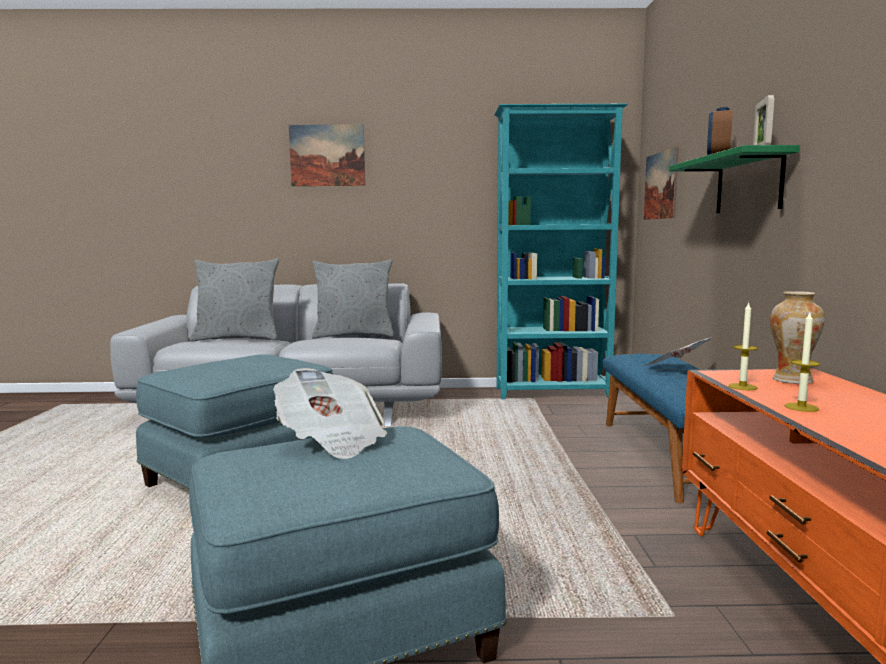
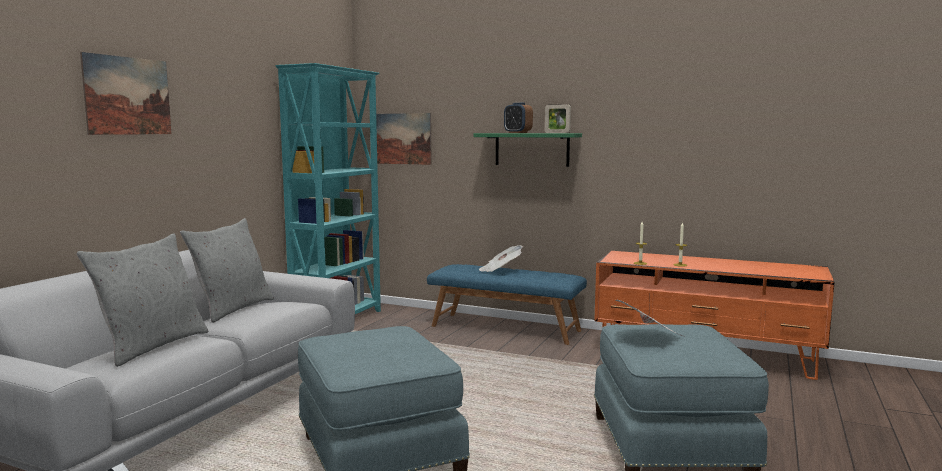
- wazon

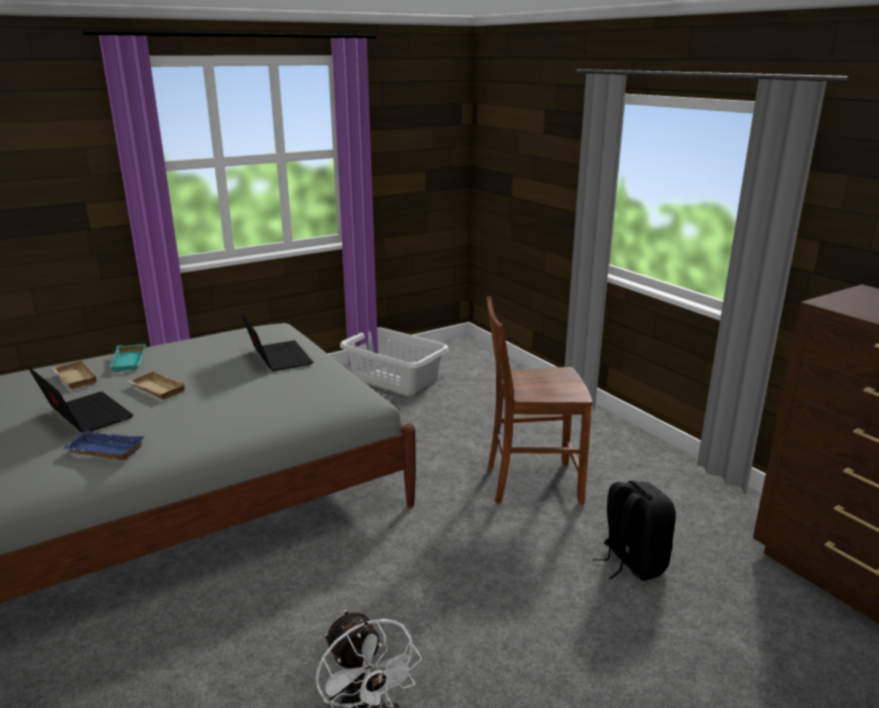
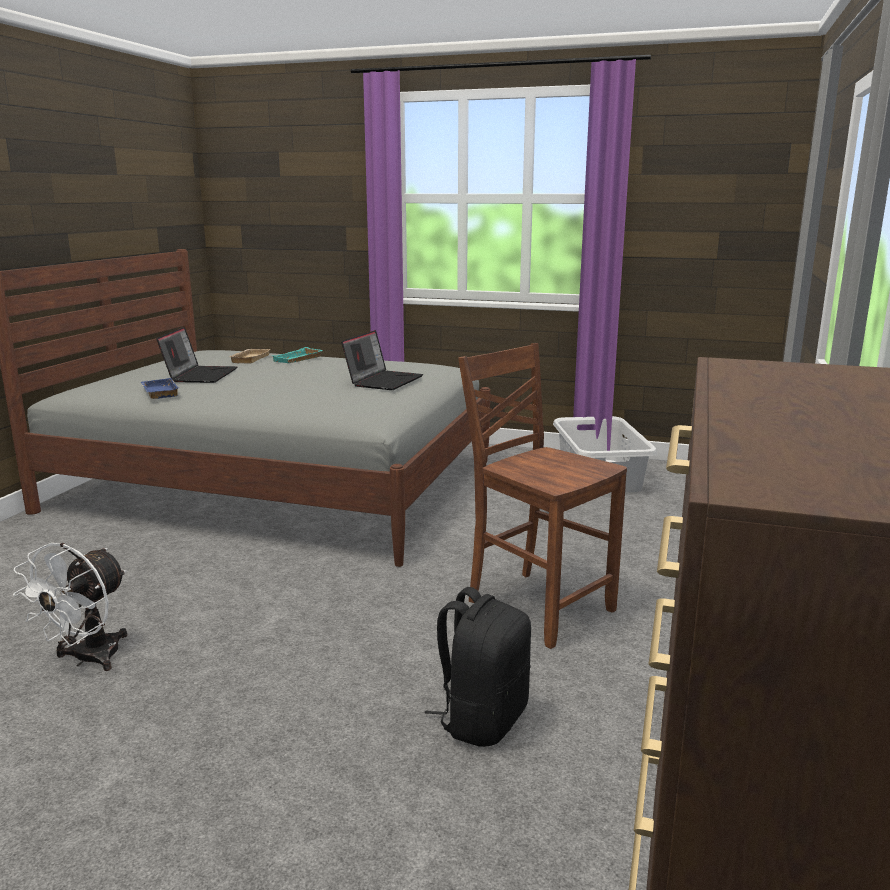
- taca (beżowy) (no. 2 from left)

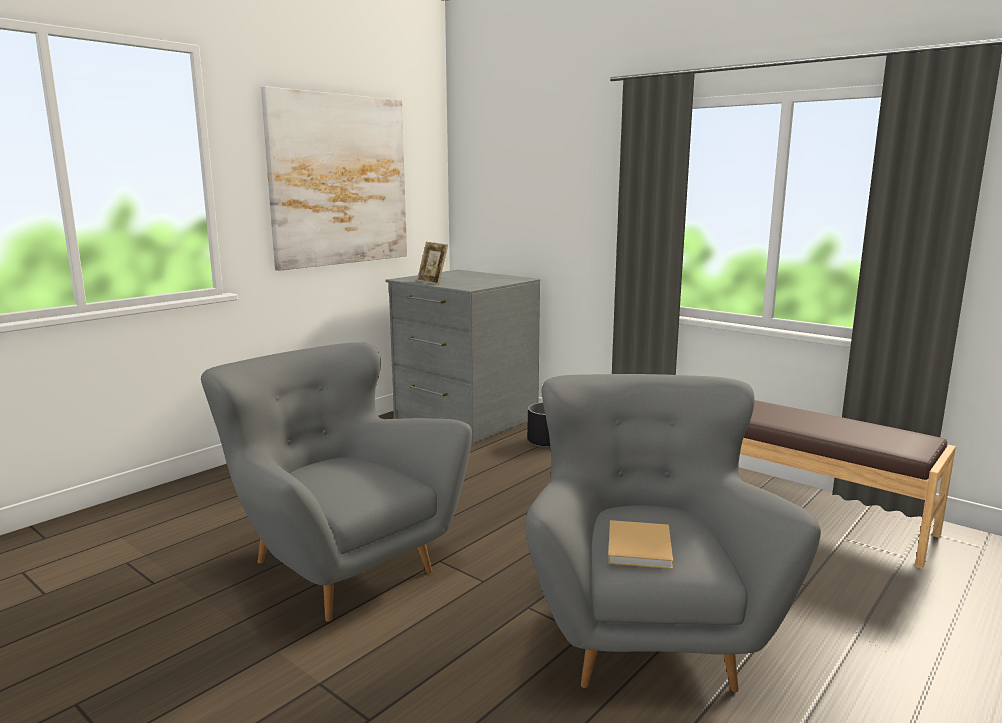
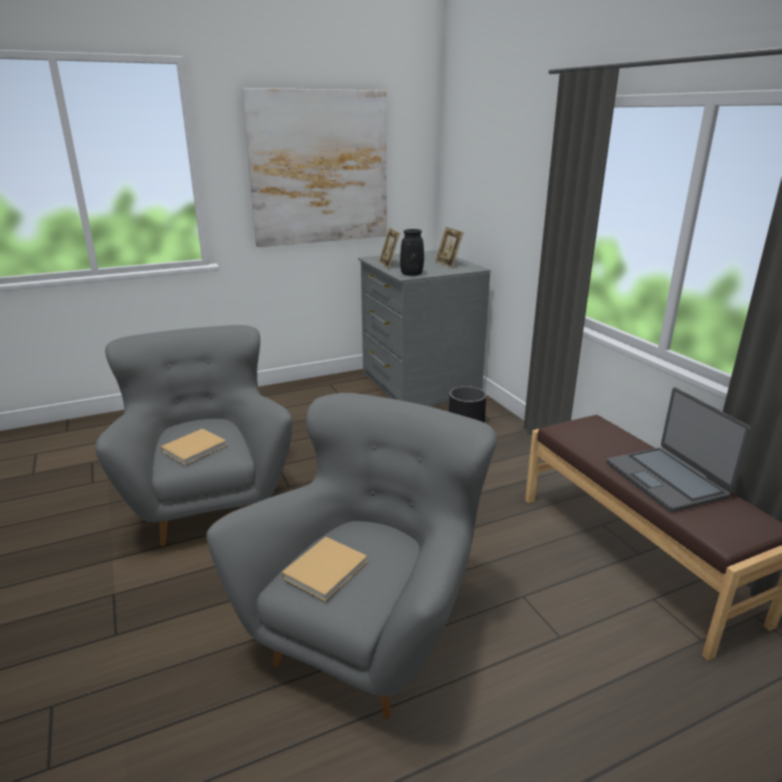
+ ramka na zdjęcie (no. 2 from left)
+ wazon (czarny)
+ laptop
+ książka (beżowy) (no. 1 from left)

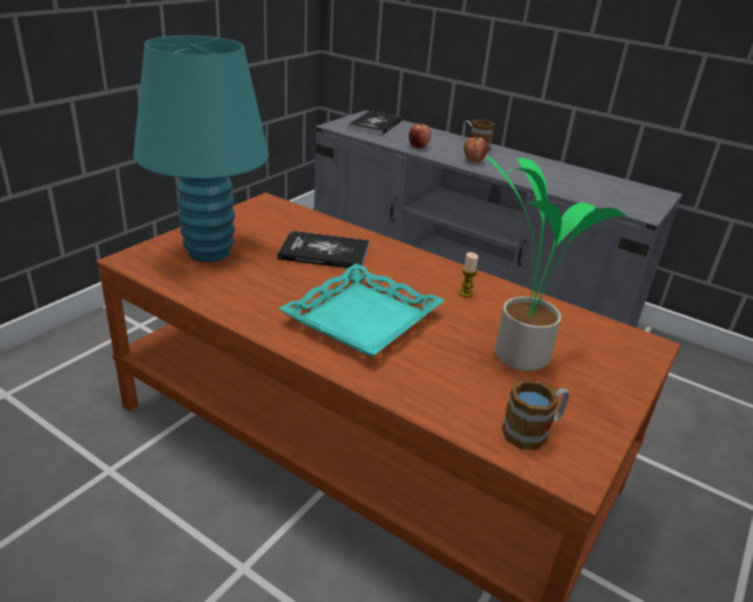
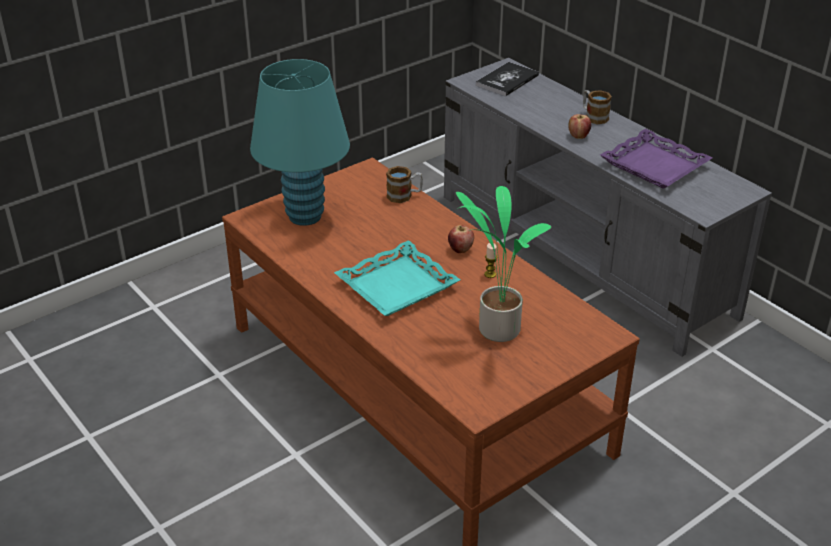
~ jabłko (no. 1 from left)
- książka (no. 1 from left)
~ kubek (no. 2 from left in the first image) to kubek (no. 1 from left)
+ taca (fioletowy)

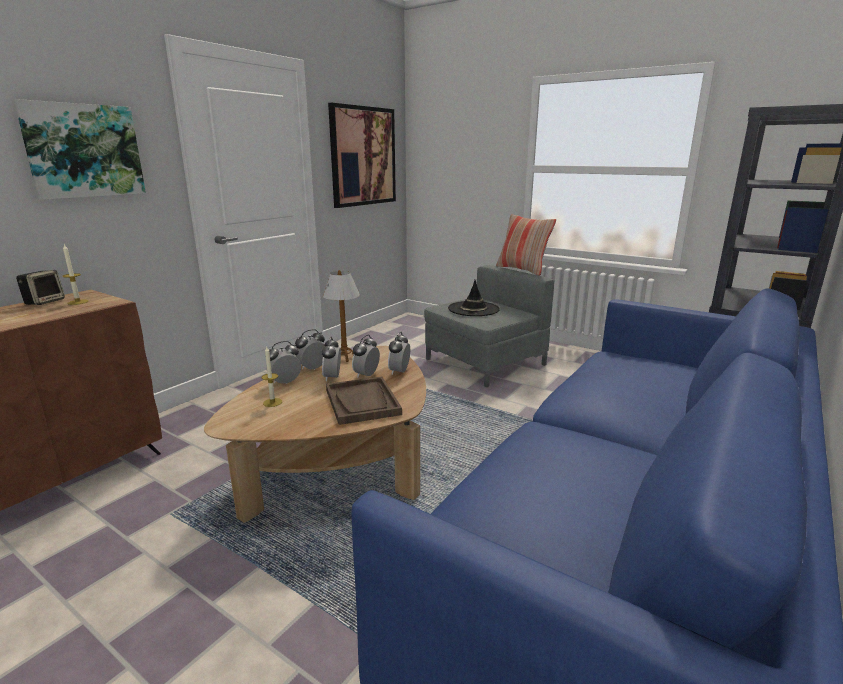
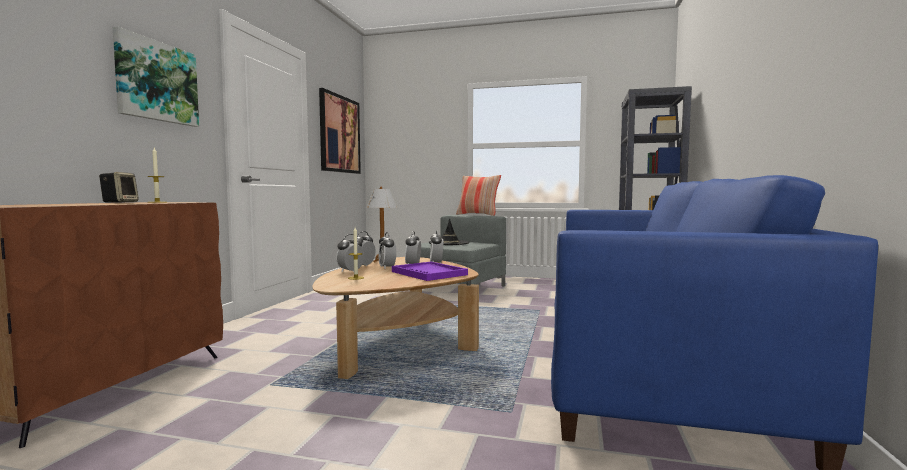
~ taca (brązowy) to taca (fioletowy)

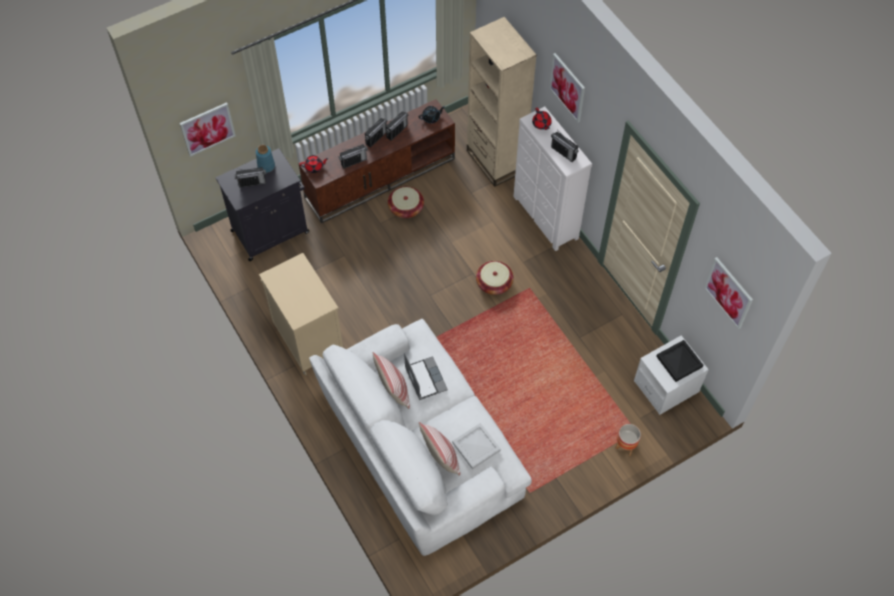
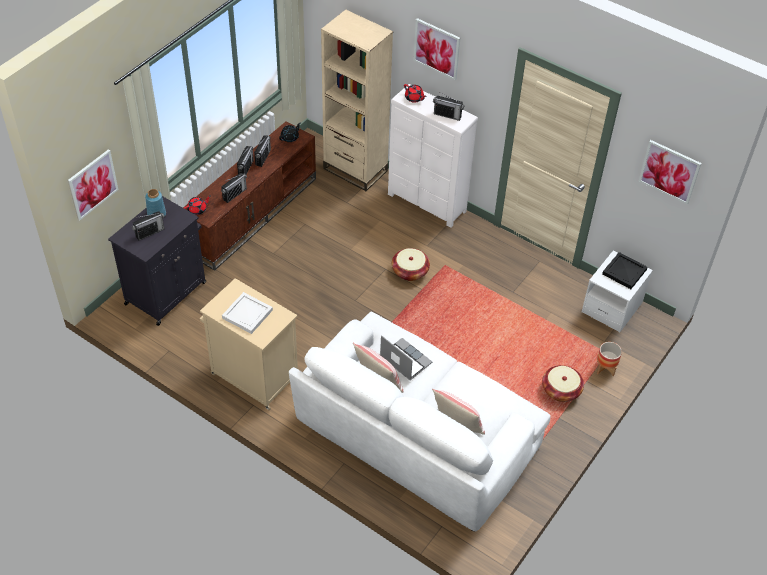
~ koszyk (no. 1 from left in the first image) to koszyk (no. 2 from left)
~ taca (biały)

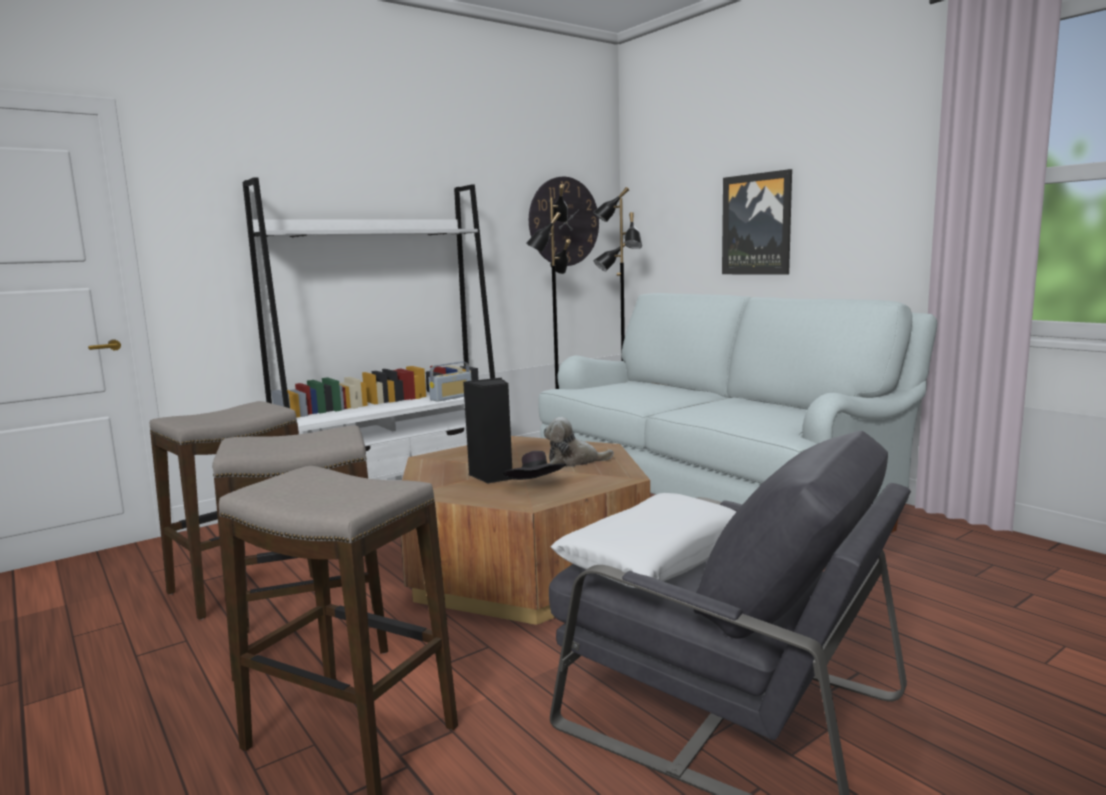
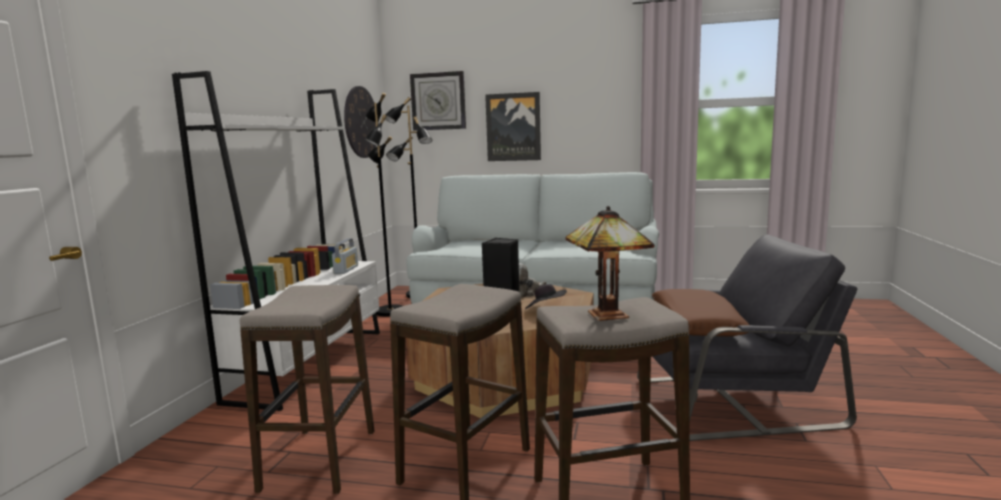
~ poduszka (biały) to poduszka (brązowy)
+ zegar ścienny (no. 2 from left)
+ lampa stołowa

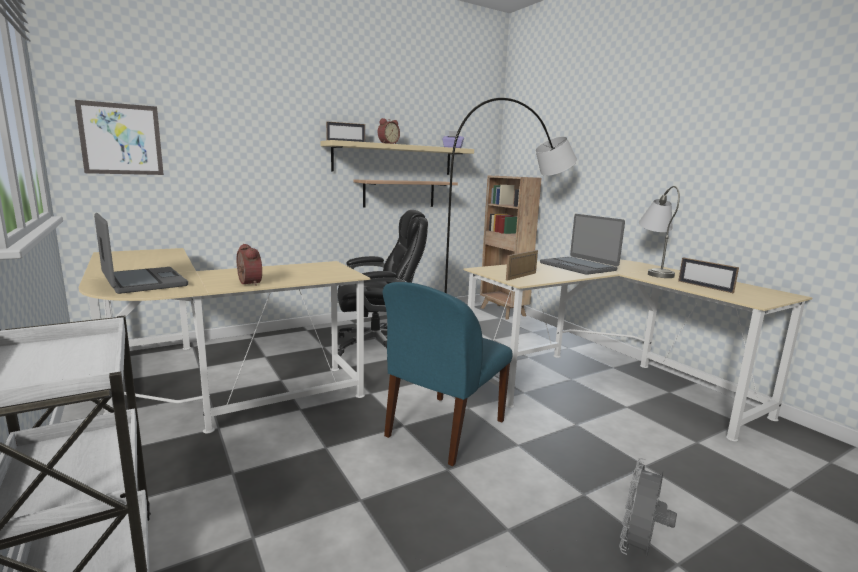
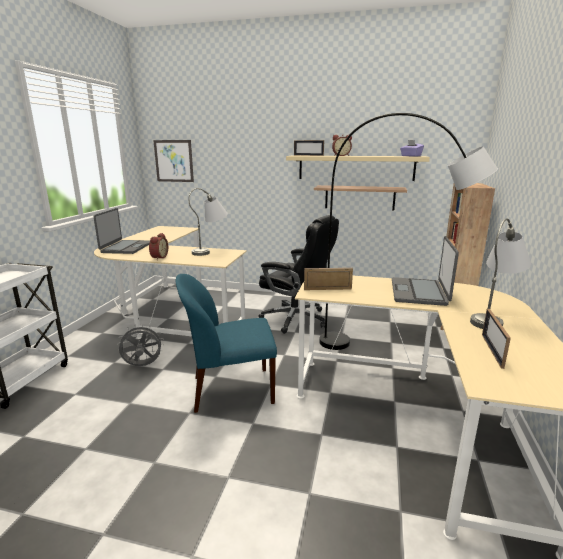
~ wentylator (szary)
+ lampa stołowa (szary) (no. 1 from left)

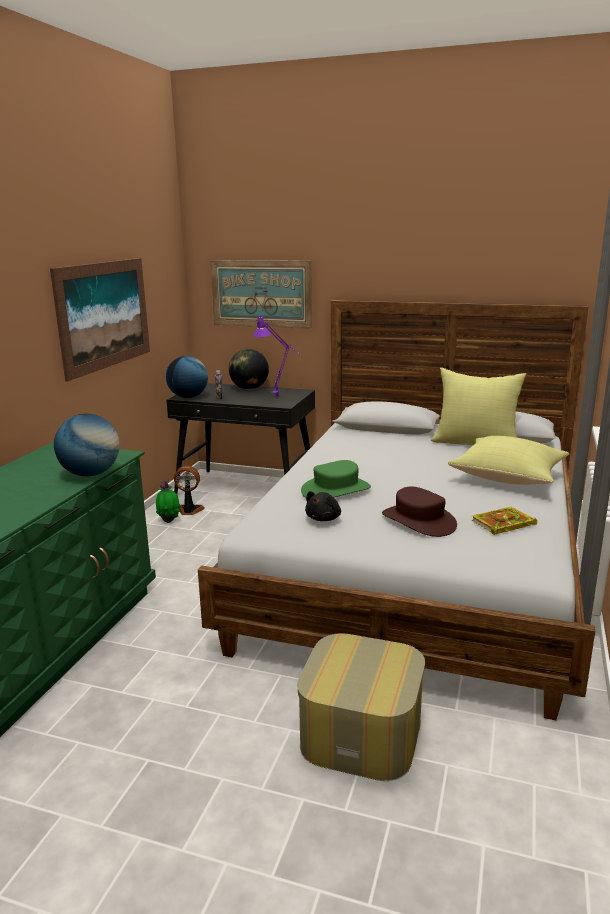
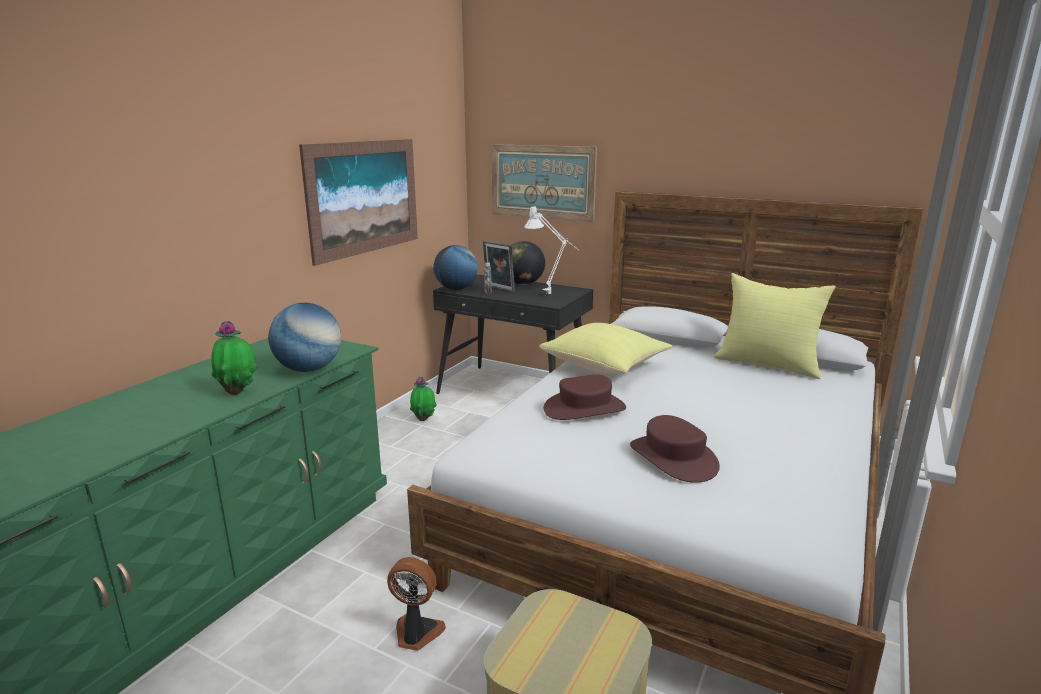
~ lampa stołowa (fioletowy) to lampa stołowa (biały)
~ poduszka (żółty) (no. 2 from left in the first image) to poduszka (żółty) (no. 1 from left)
~ kapelusz (zielony) to kapelusz (brązowy) (no. 1 from left)
~ wentylator
- pluszak (czarny)
- książka
+ ramka na zdjęcie
+ roślina doniczkowa (no. 1 from left)

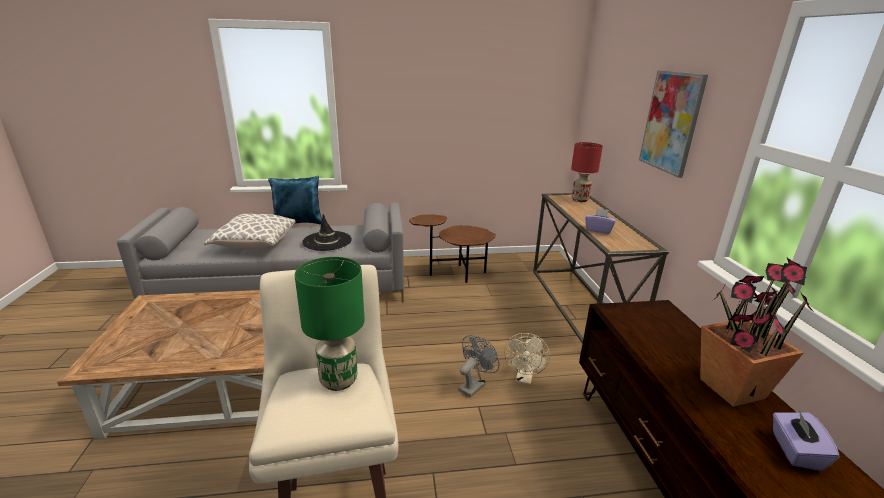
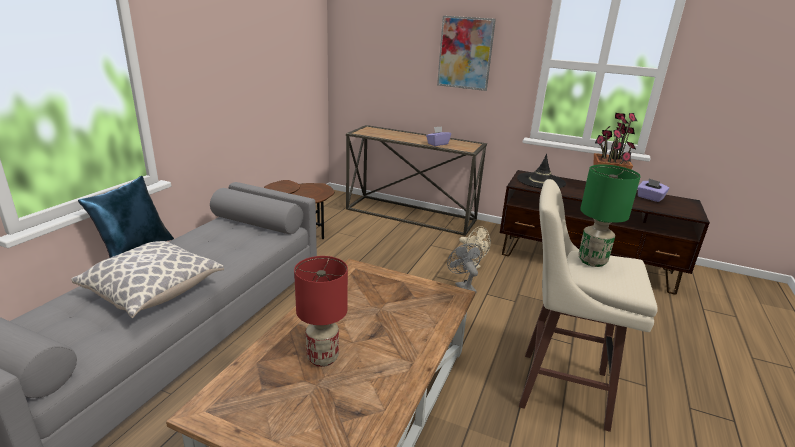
~ lampa stołowa (czerwony)
~ kapelusz (czarny)

